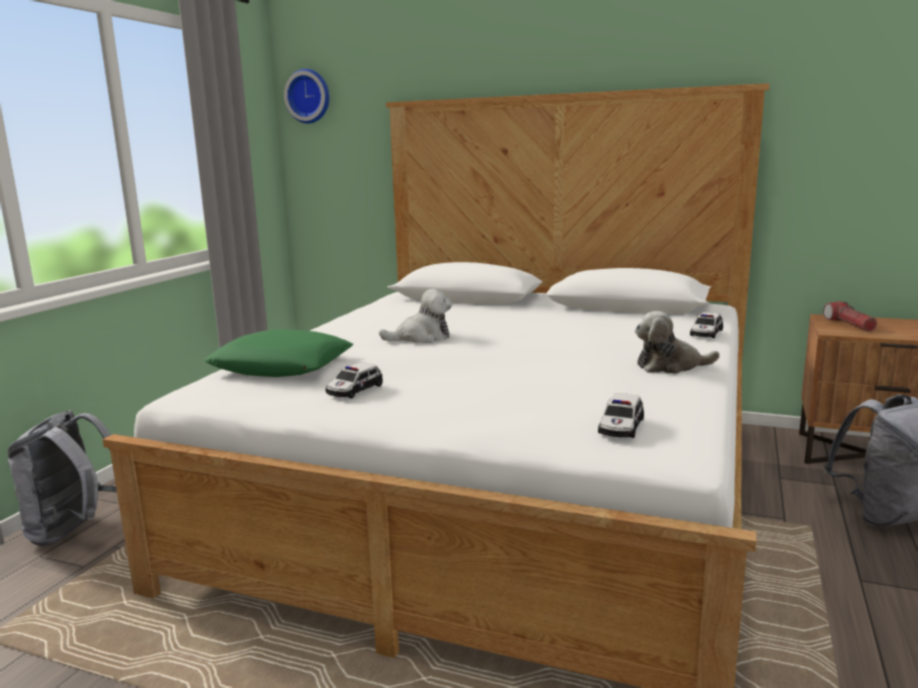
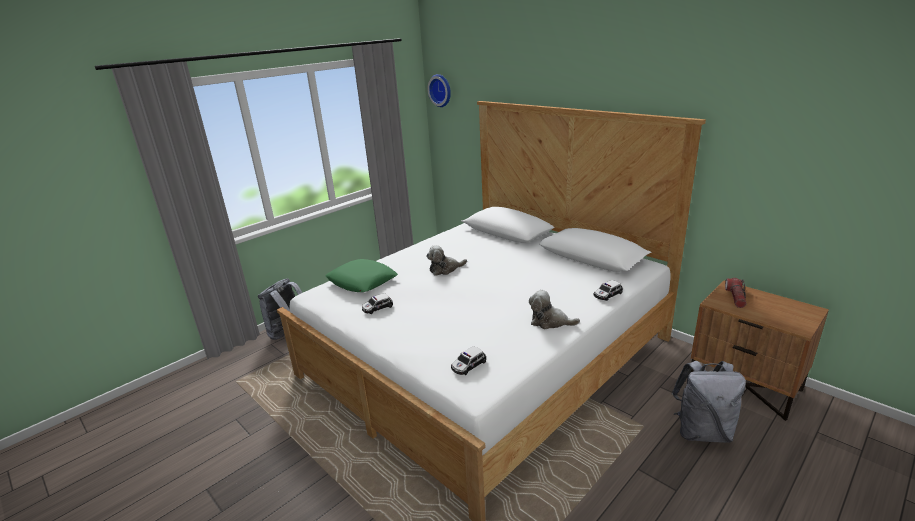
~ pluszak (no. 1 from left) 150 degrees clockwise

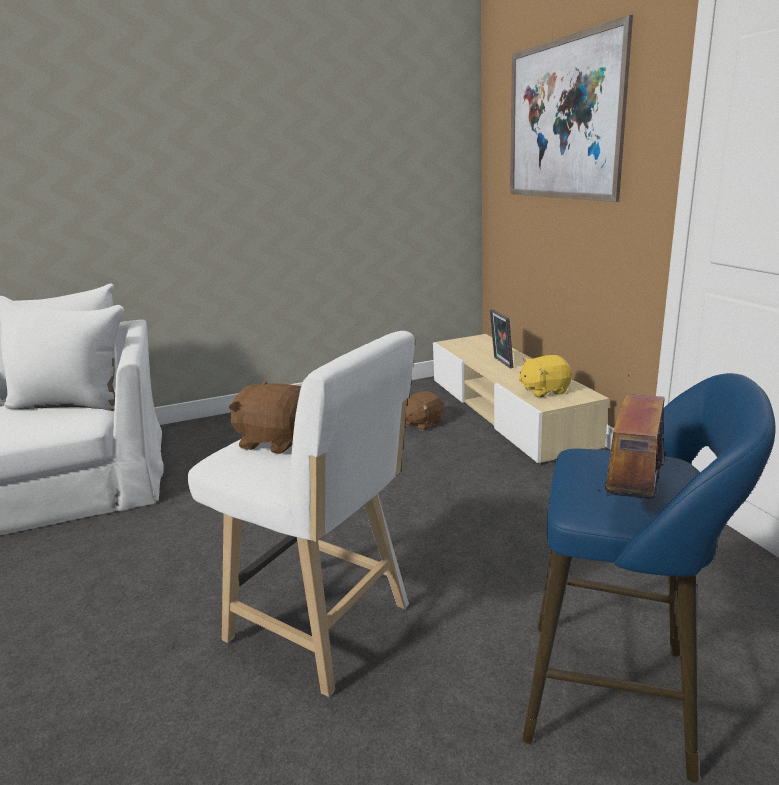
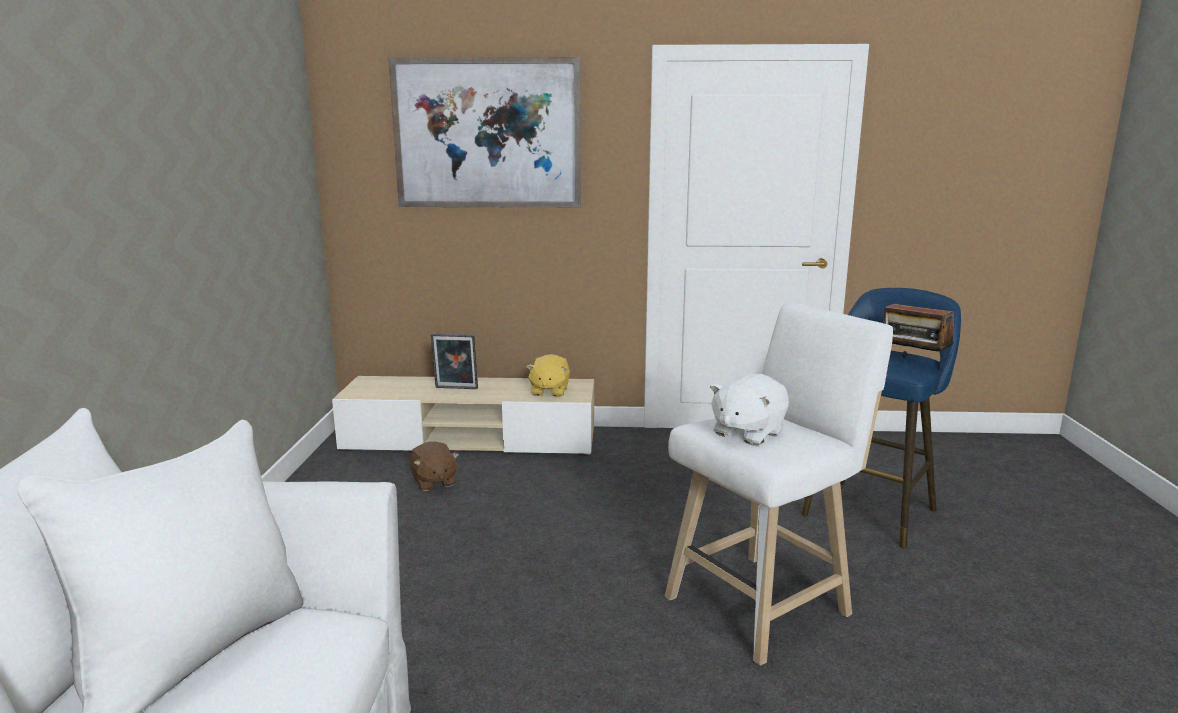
~ pluszak (brązowy) (no. 1 from left) to pluszak (biały)

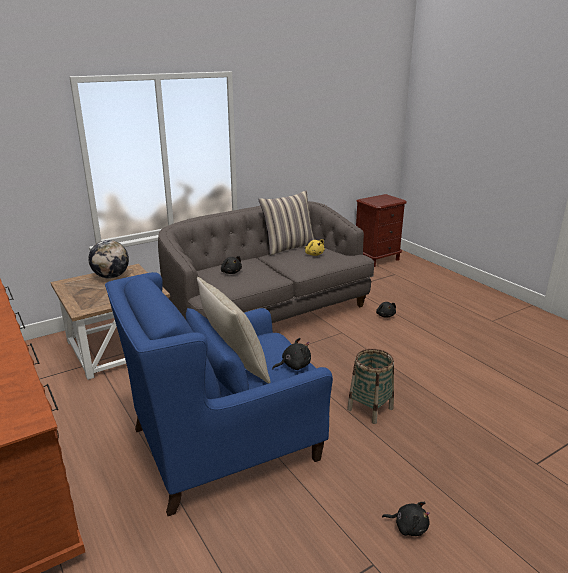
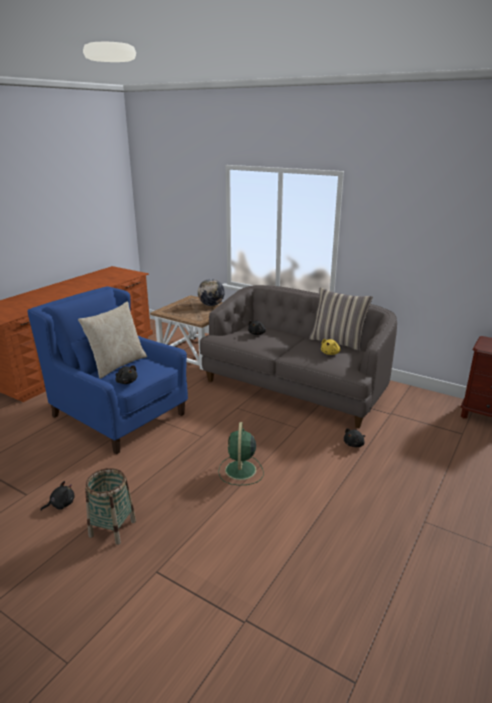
~ koszyk
~ pluszak (czarny) (no. 4 from left in the first image) 120 degrees counterclockwise
+ wentylator (zielony)

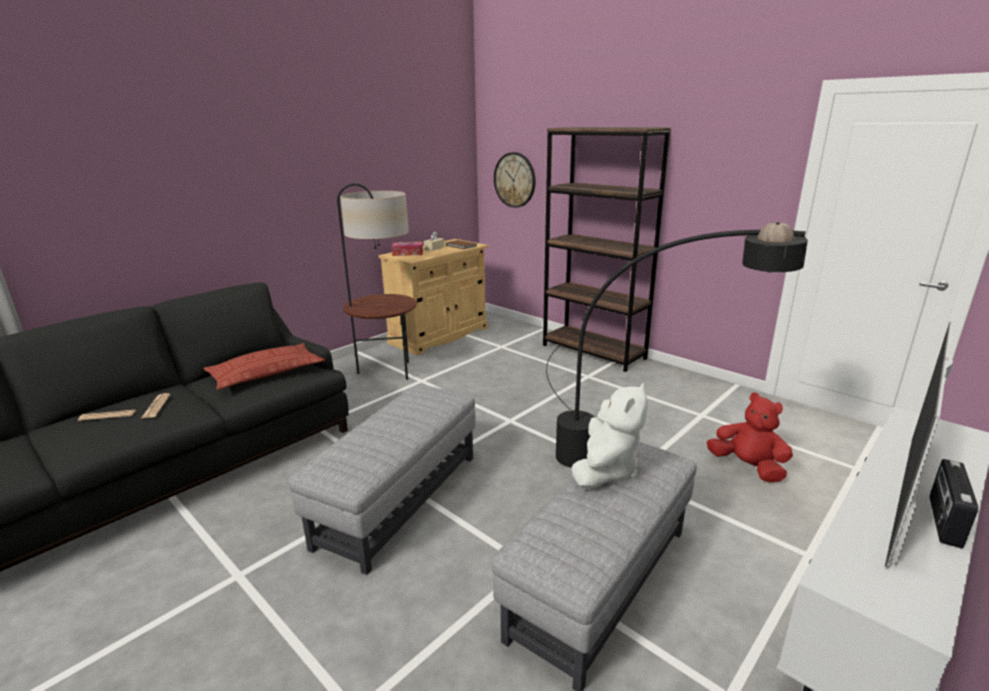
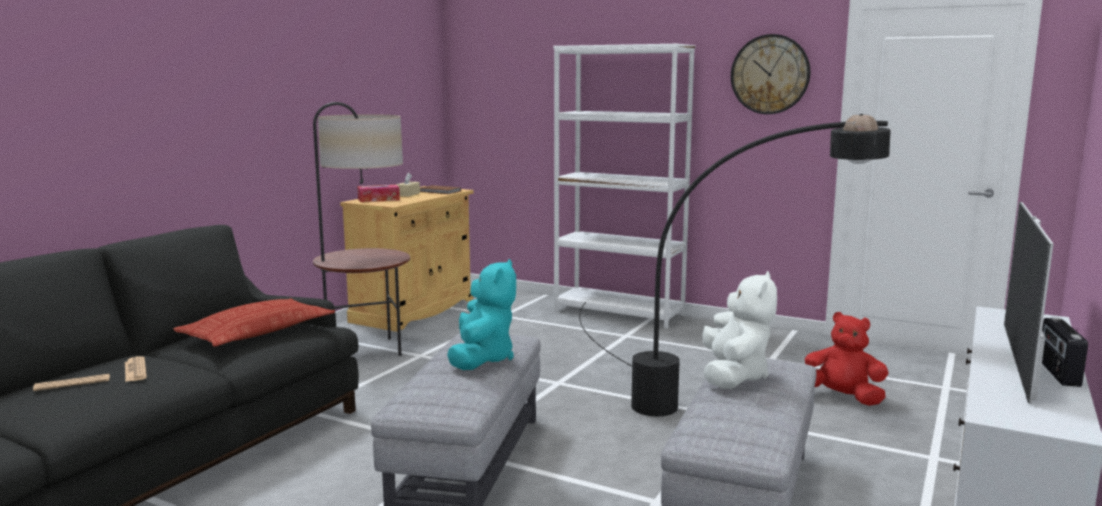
~ regał (brązowy) to regał (biały)
~ zegar ścienny
+ pluszak (turkusowy)

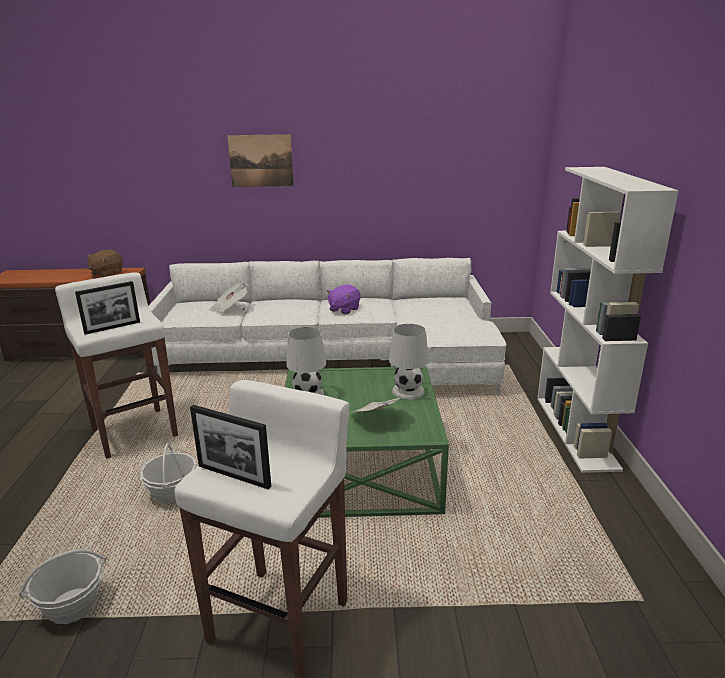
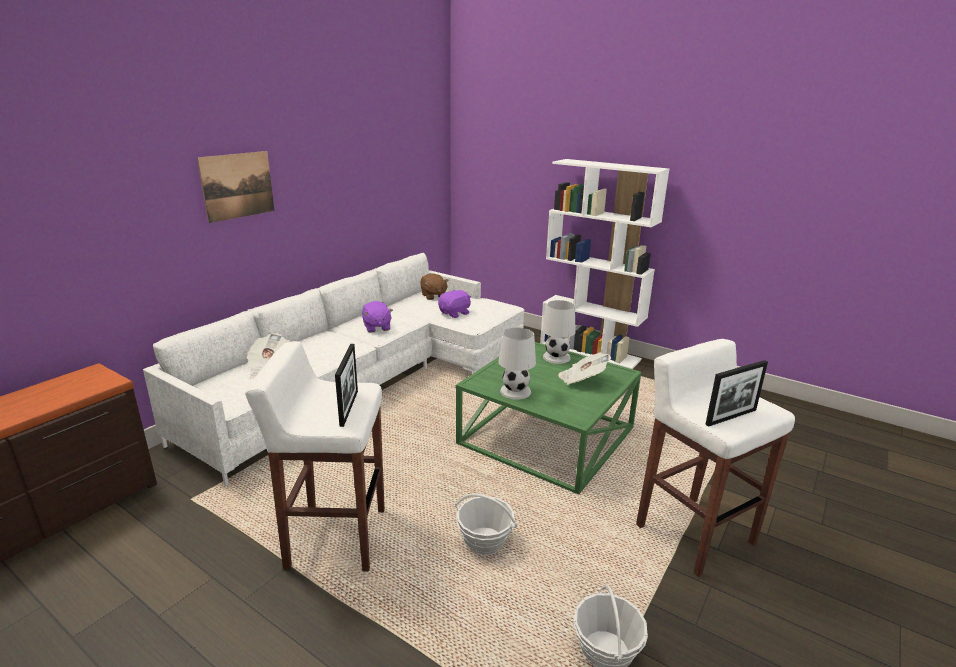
~ pluszak (brązowy)
+ pluszak (fioletowy) (no. 2 from left)

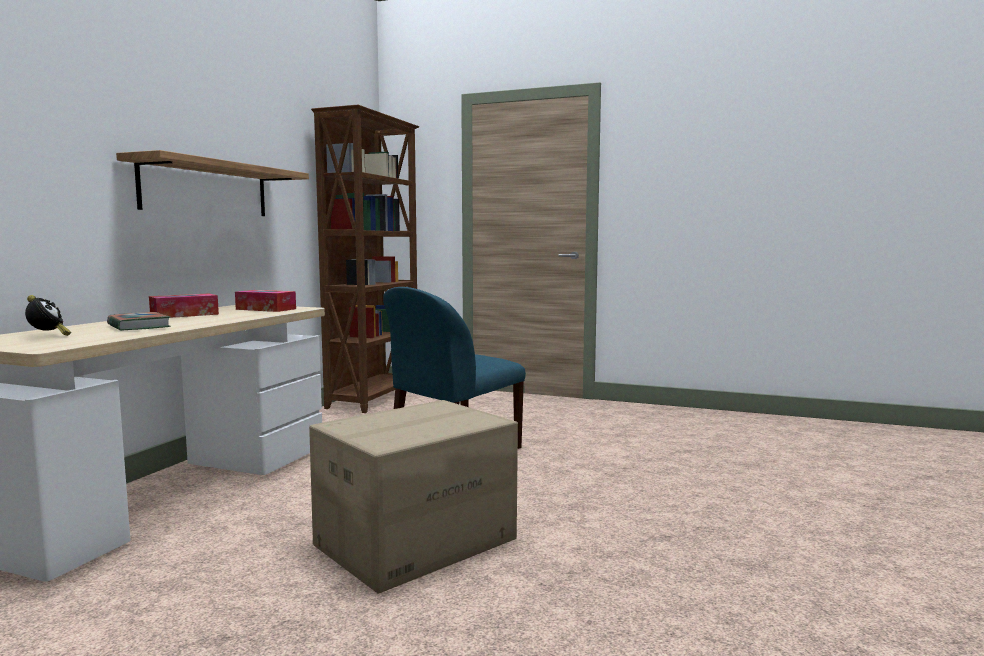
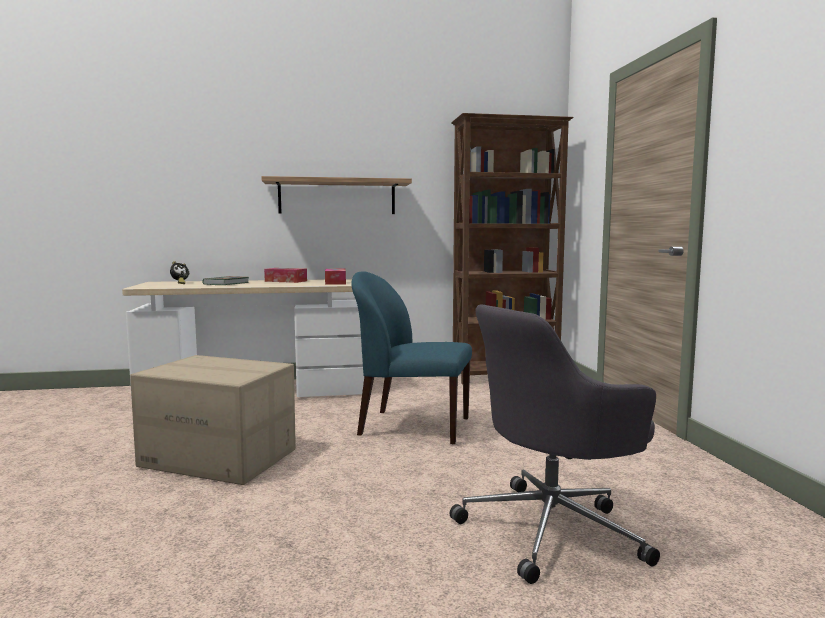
+ krzesło biurowe (szary)

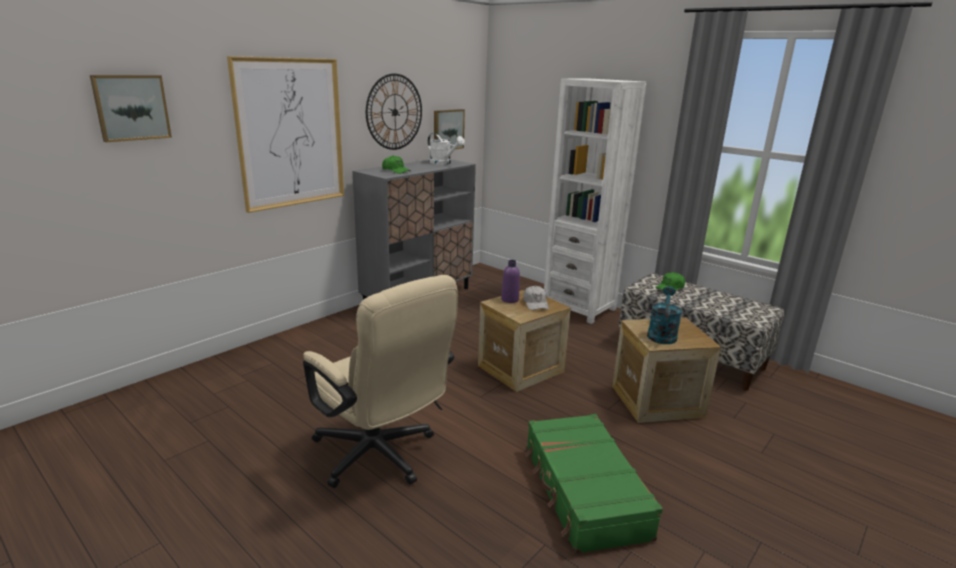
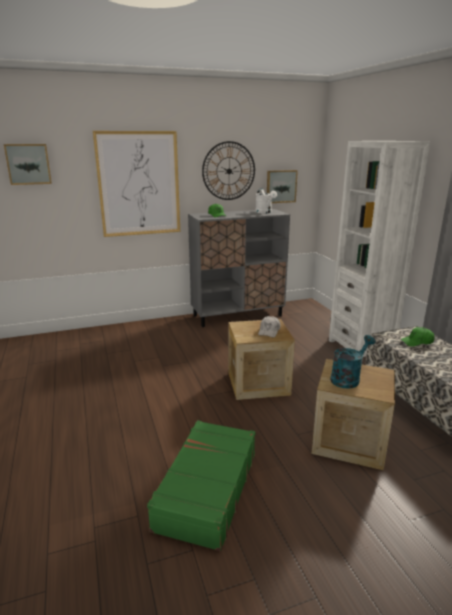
- butelka (fioletowy)
- krzesło biurowe (beżowy)

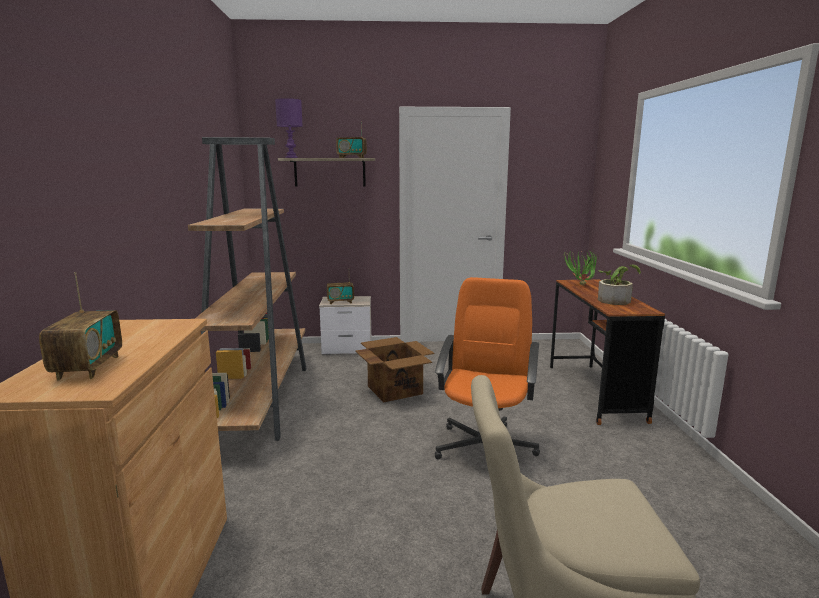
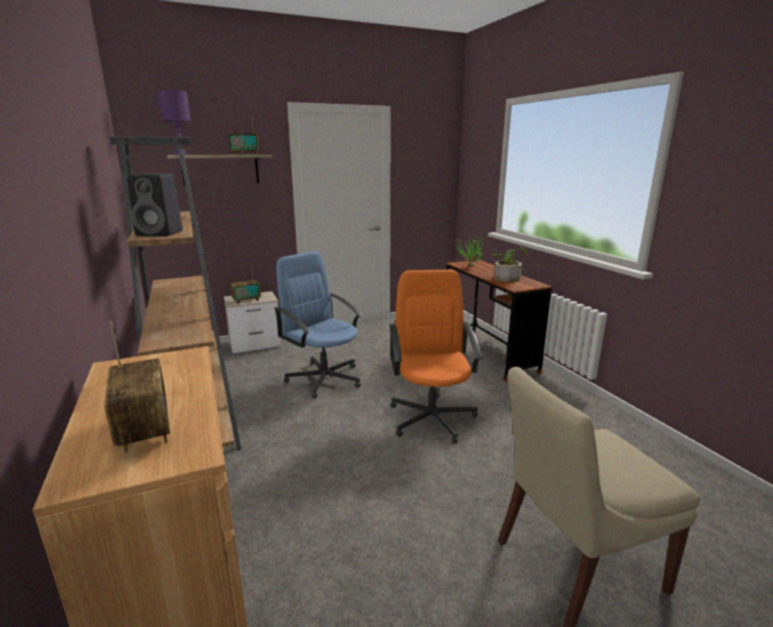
~ karton to krzesło biurowe (niebieski)
+ głośnik (czarny)

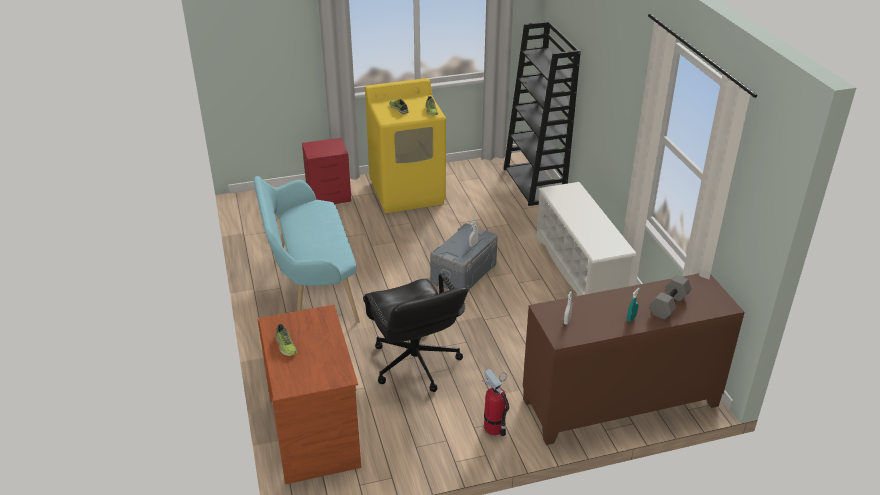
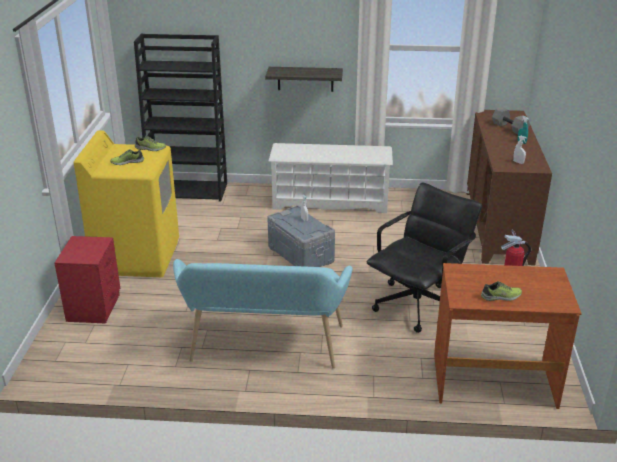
~ krzesło biurowe (czarny) 45 degrees counterclockwise
+ półka

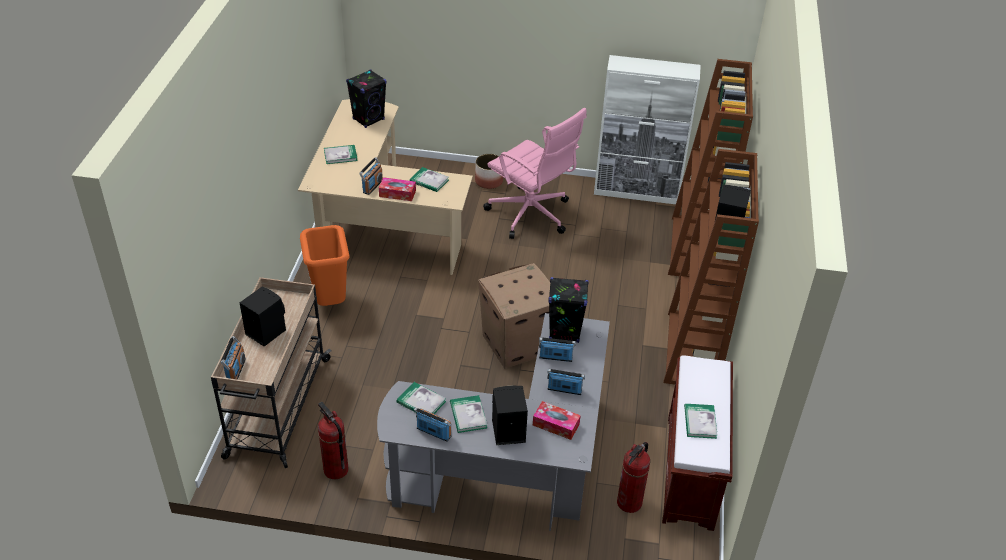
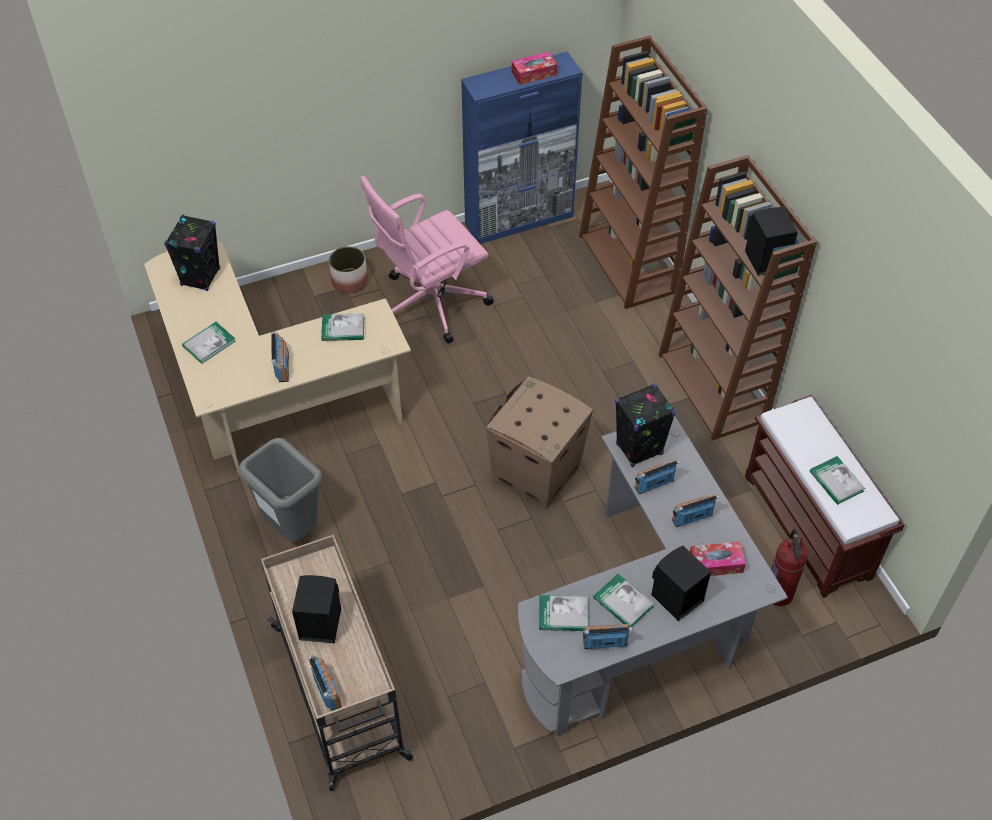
~ szafka (biały) to szafka (niebieski)
~ krzesło biurowe (różowy) 135 degrees clockwise
~ pudełko chusteczek (no. 1 from left)
~ kosz na śmieci (pomarańczowy) to kosz na śmieci (szary)
- gaśnica (no. 1 from left)

